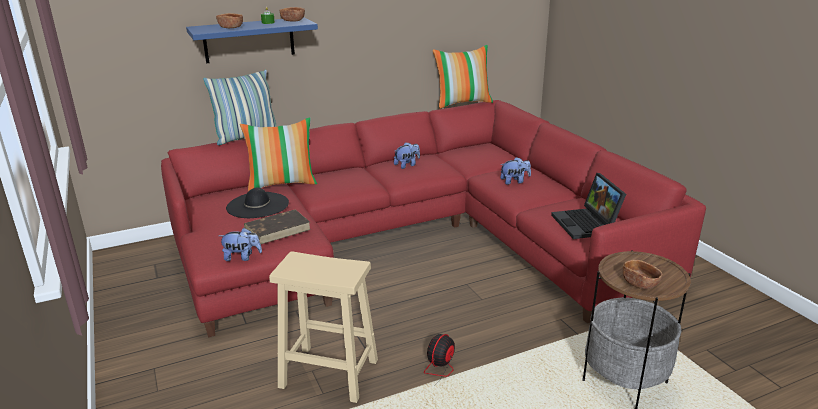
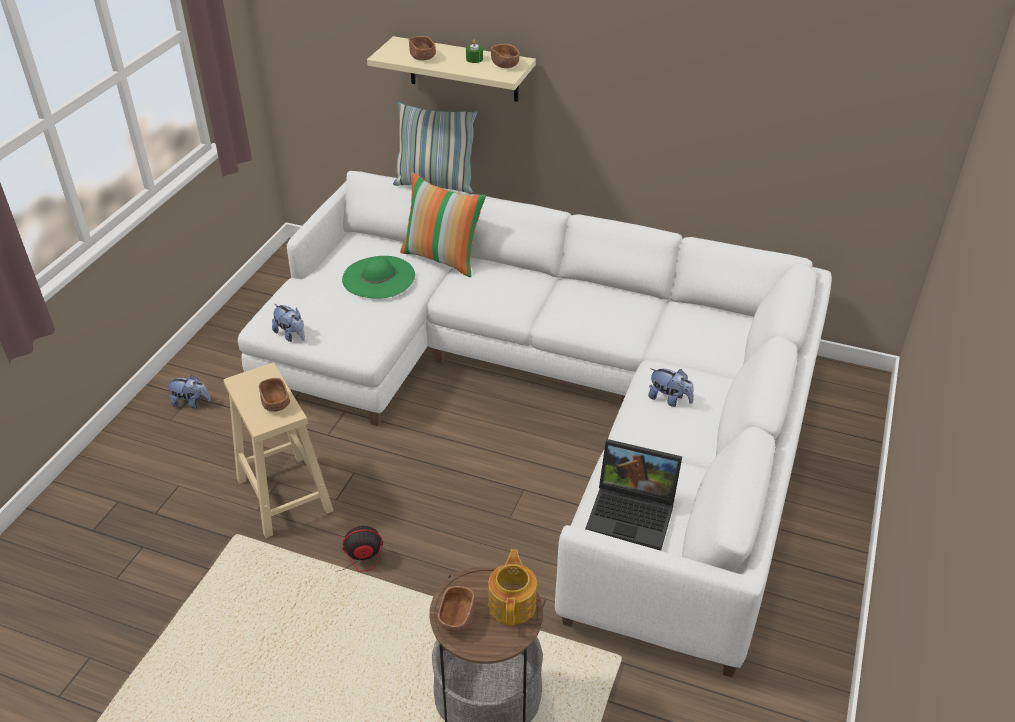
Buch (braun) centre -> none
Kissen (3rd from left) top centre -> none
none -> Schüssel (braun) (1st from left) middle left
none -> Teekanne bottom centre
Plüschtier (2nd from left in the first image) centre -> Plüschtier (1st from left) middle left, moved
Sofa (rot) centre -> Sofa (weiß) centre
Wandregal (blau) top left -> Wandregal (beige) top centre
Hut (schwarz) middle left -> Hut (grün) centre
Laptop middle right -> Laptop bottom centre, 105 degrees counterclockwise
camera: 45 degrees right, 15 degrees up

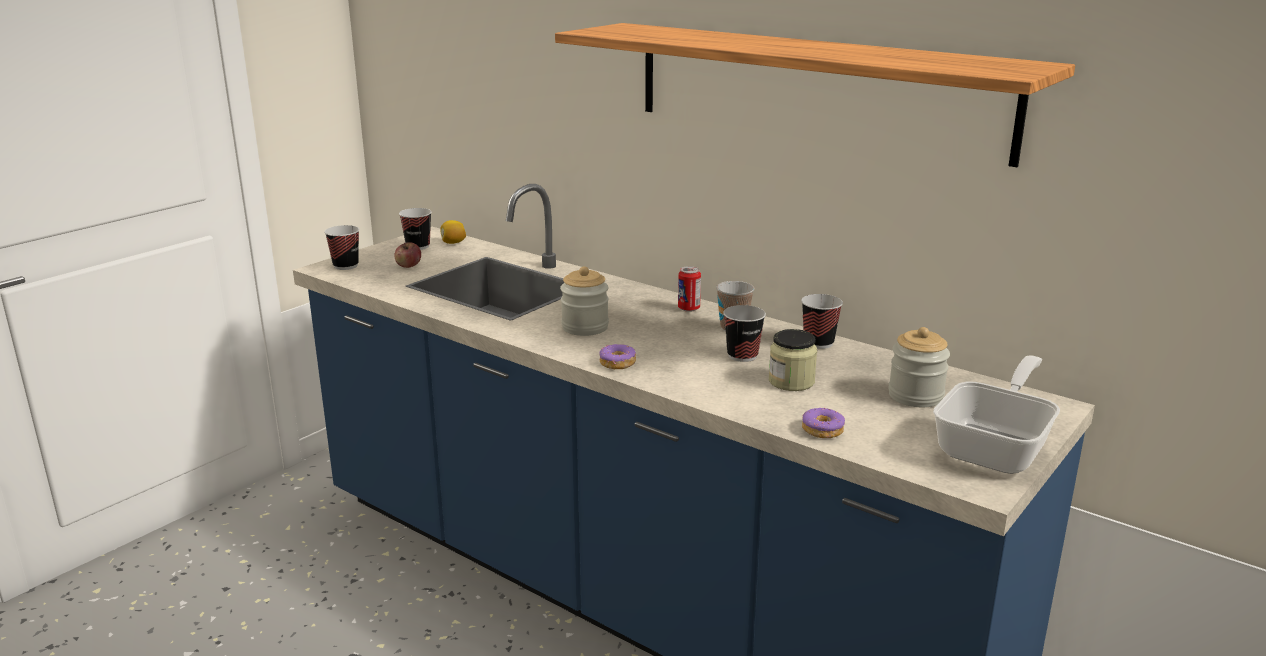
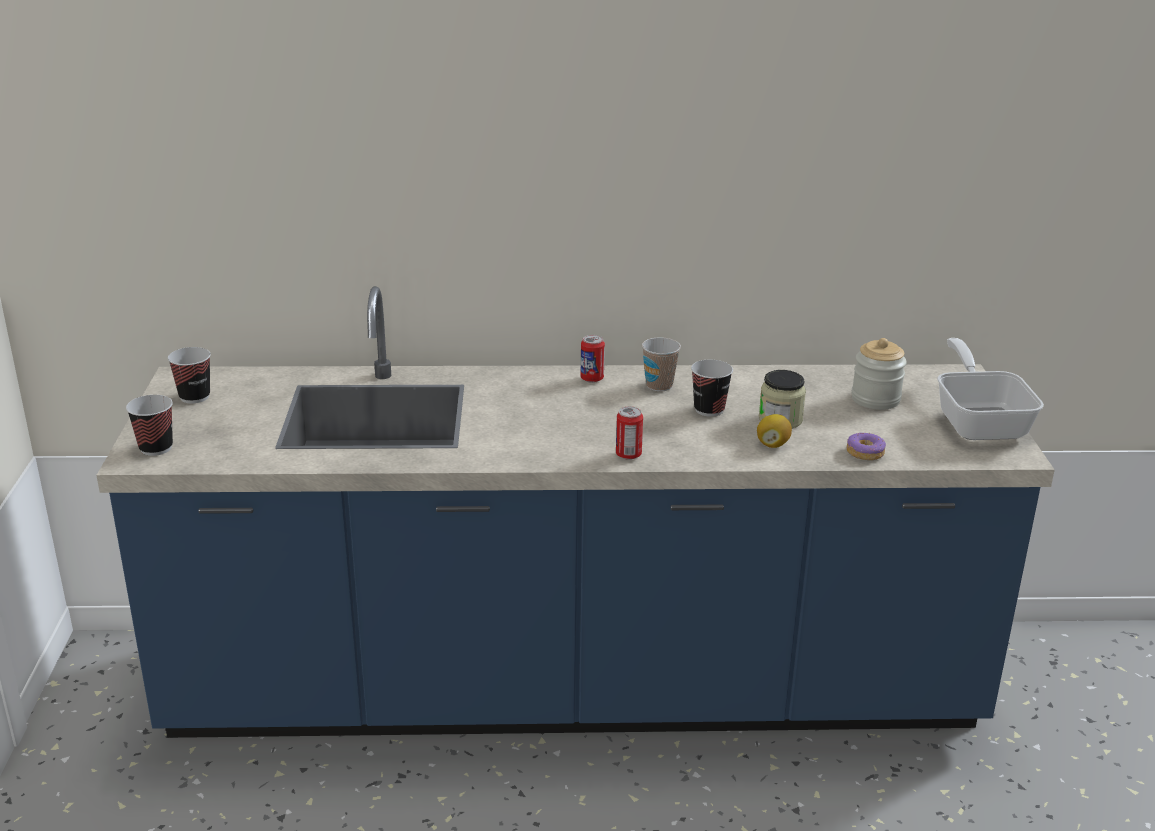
Apfel middle left -> none
Wandregal top centre -> none
Vorratsglas (1st from left) centre -> none
Tasse (5th from left) centre -> none
Zitrone centre -> Zitrone middle right, moved
Donut (1st from left) centre -> Dose (2nd from left) centre
camera: 40 degrees left, 5 degrees up

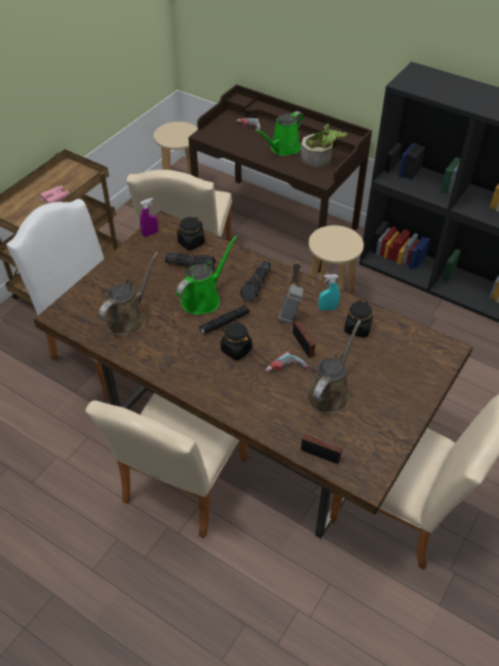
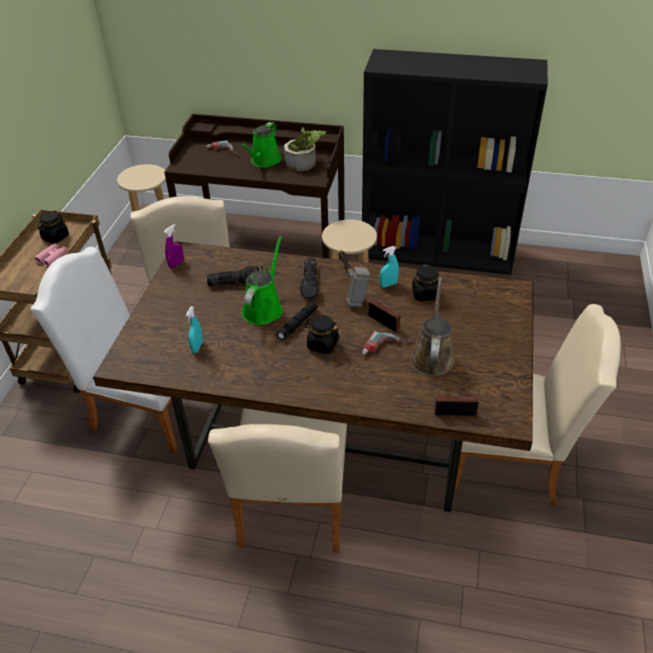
Vorratsglas (schwarz) (1st from left) centre -> Vorratsglas (schwarz) (1st from left) middle left, moved
Gießkanne (braun) (1st from left) middle left -> Sprühflasche (türkis) (1st from left) middle left
camera: 20 degrees left, 5 degrees down

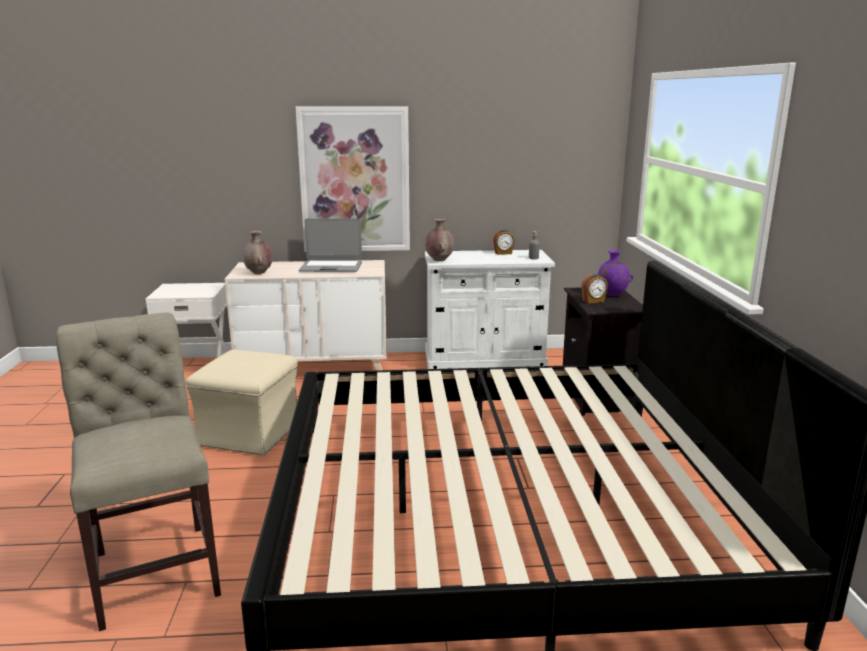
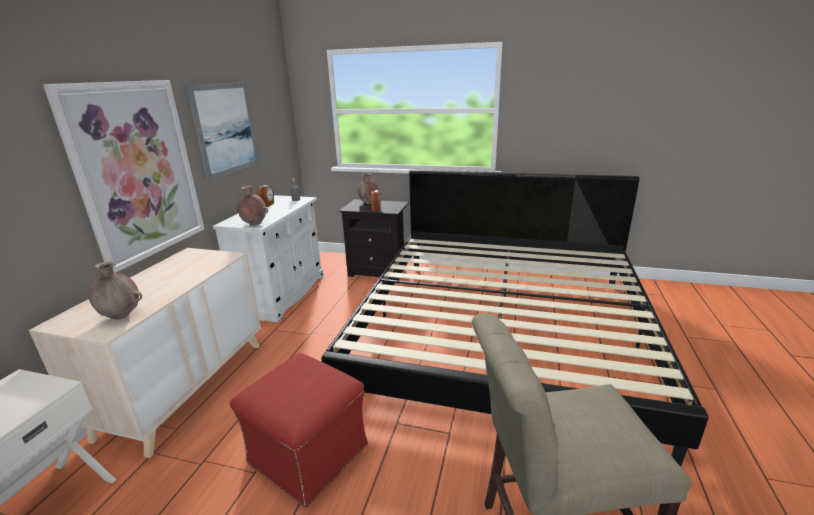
Laptop centre -> none
none -> Bild (2nd from left) top left
Polsterhocker (beige) middle left -> Polsterhocker (rot) bottom centre
Vase (lila) middle right -> Vase (braun) (3rd from left) centre
camera: 70 degrees left, 5 degrees up

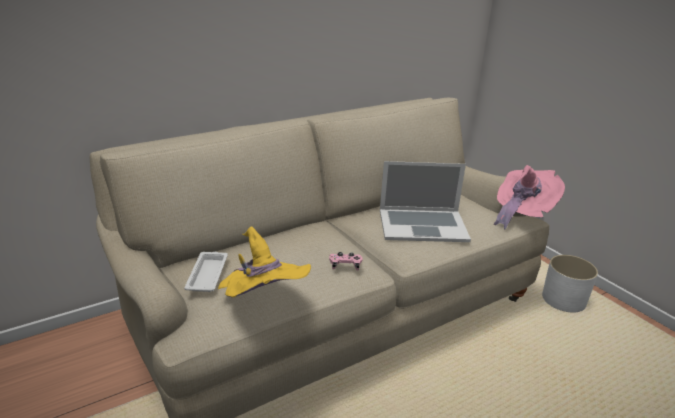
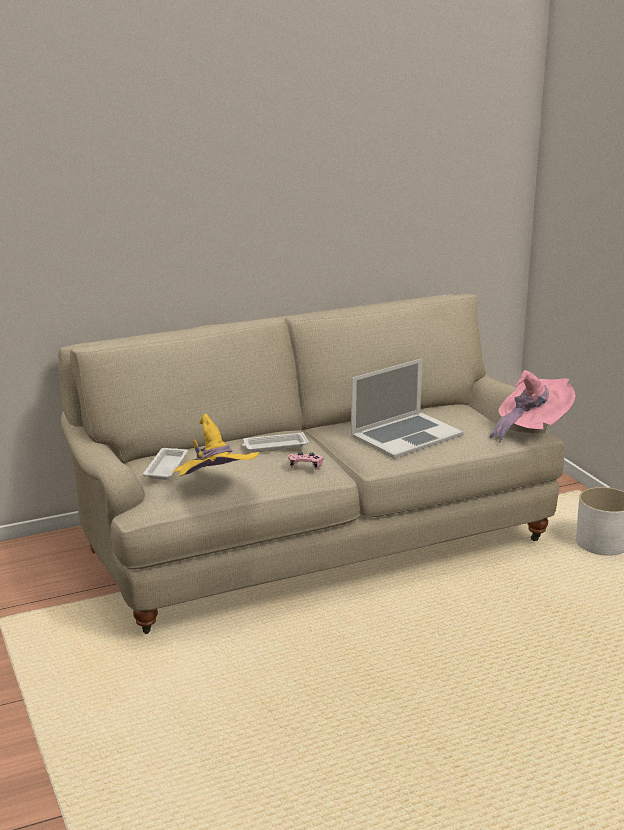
none -> Tablett (weiß) (2nd from left) centre
Laptop centre, 45 degrees counterclockwise
camera: 10 degrees right, 5 degrees down

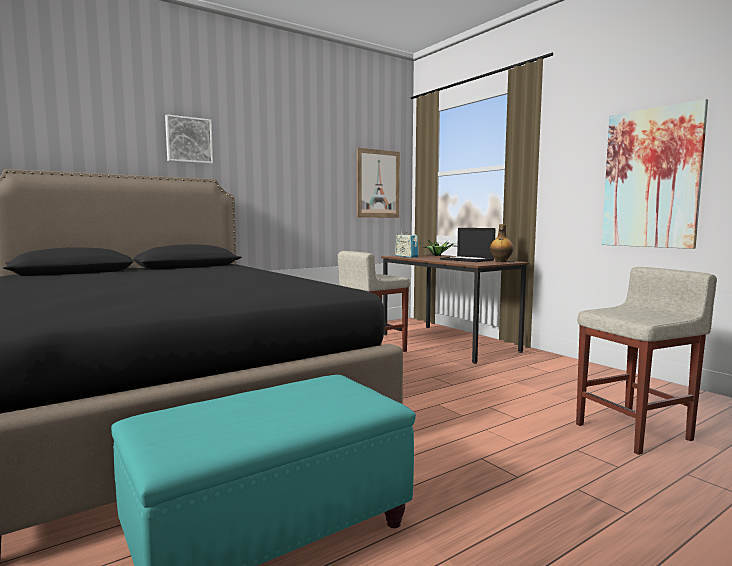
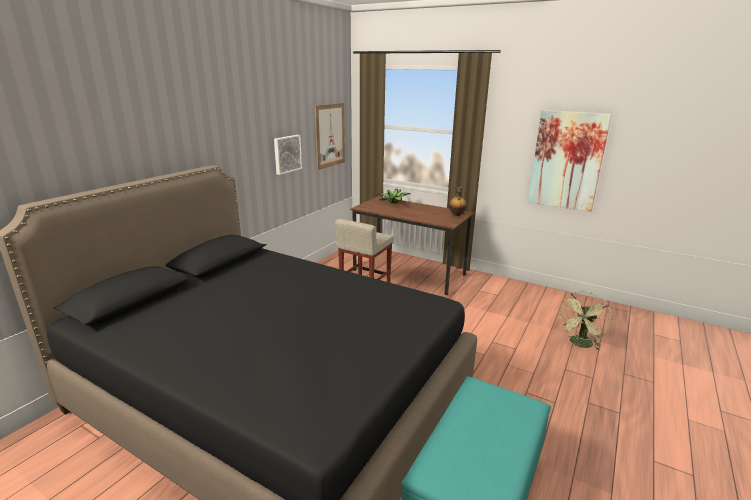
Radio centre -> none
Laptop centre -> none
Bild (1st from left) top left -> Bild (1st from left) top centre, moved
Hocker (beige) (2nd from left) middle right -> Ventilator (grün) middle right
camera: 25 degrees left, 15 degrees up

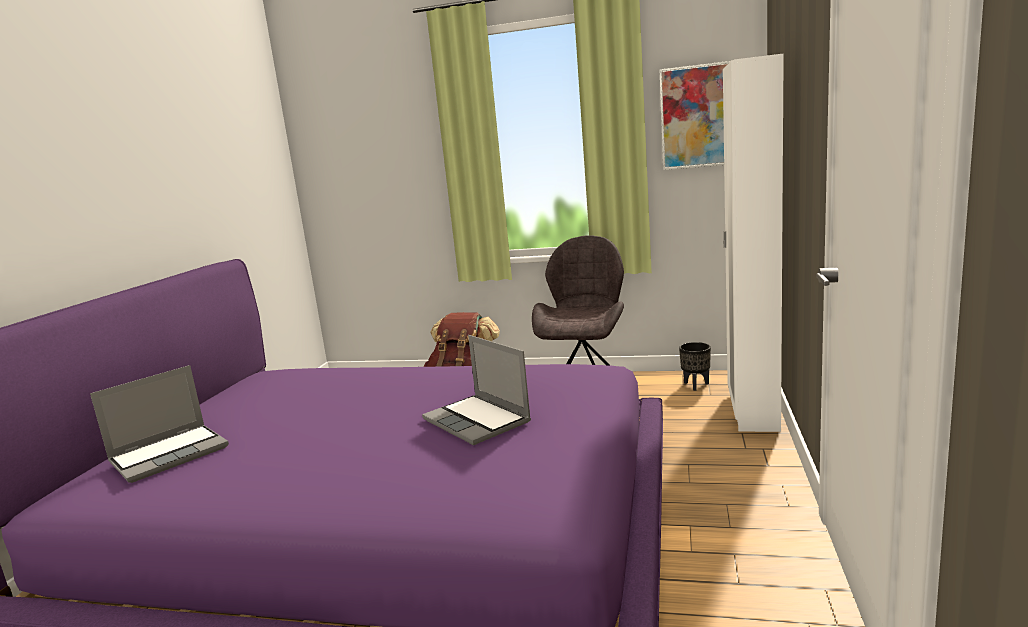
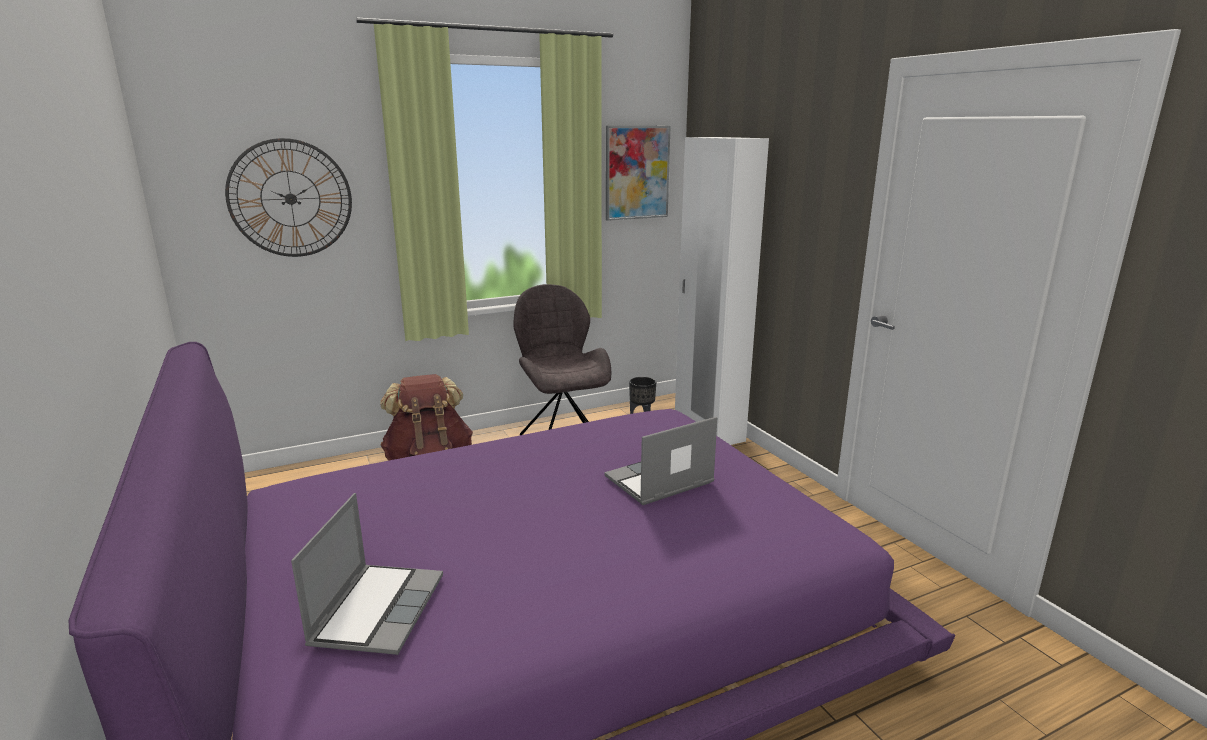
none -> Wanduhr top left
Laptop (2nd from left) centre, 135 degrees clockwise
camera: 40 degrees left, 5 degrees up

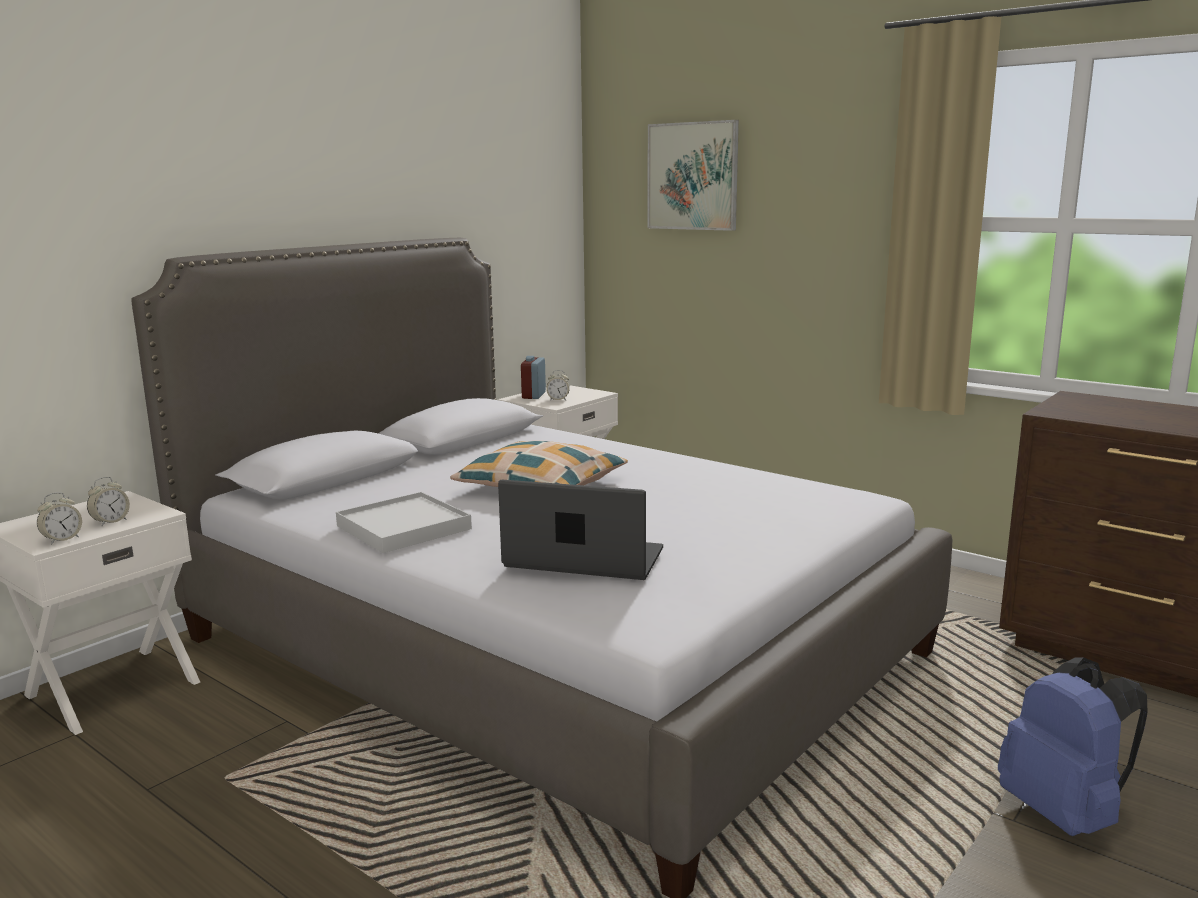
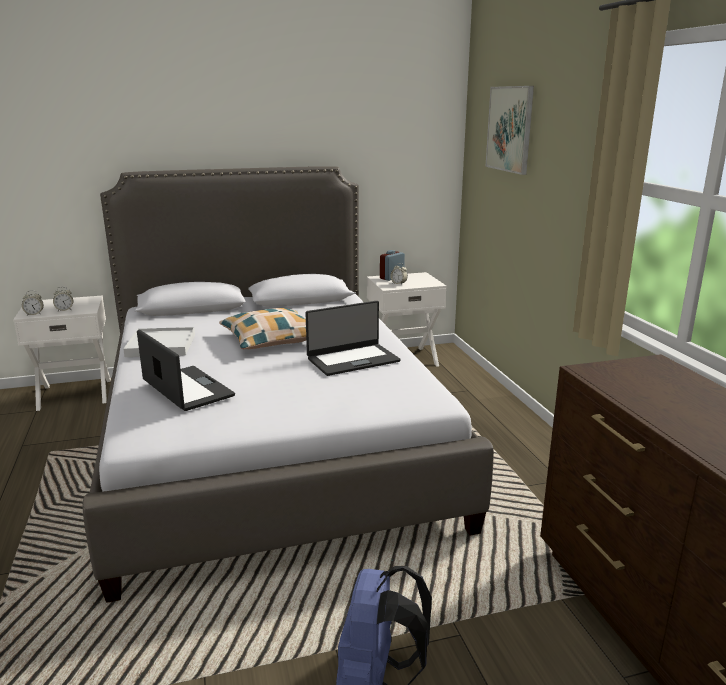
none -> Laptop (2nd from left) centre
camera: 35 degrees right, 5 degrees up

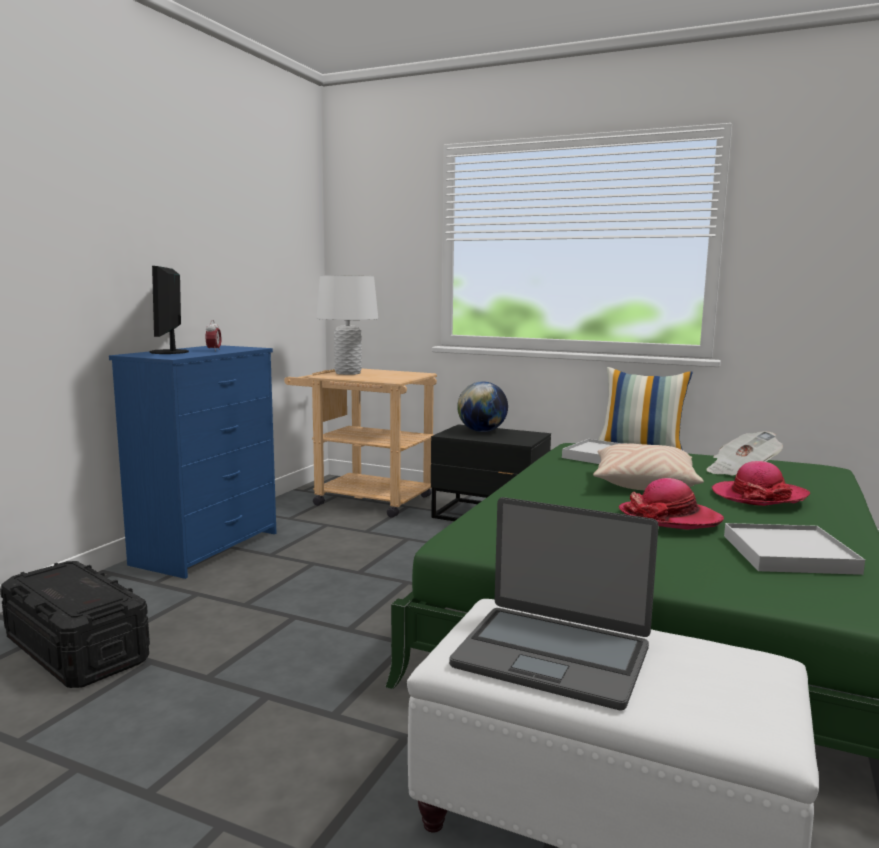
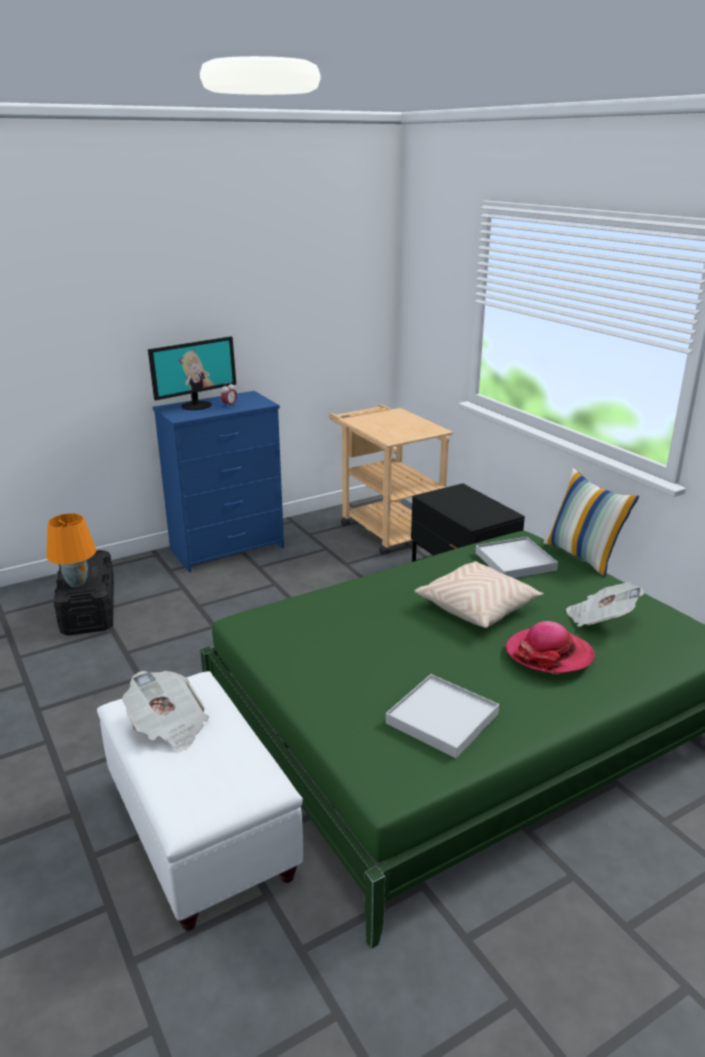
Tischlampe (weiß) centre -> none
Globus centre -> none
Hut (1st from left) middle right -> none
none -> Tischlampe (orange) middle left
Laptop bottom centre -> Zeitung (1st from left) bottom left
Monitor middle left, 150 degrees counterclockwise
camera: 35 degrees right, 15 degrees up

